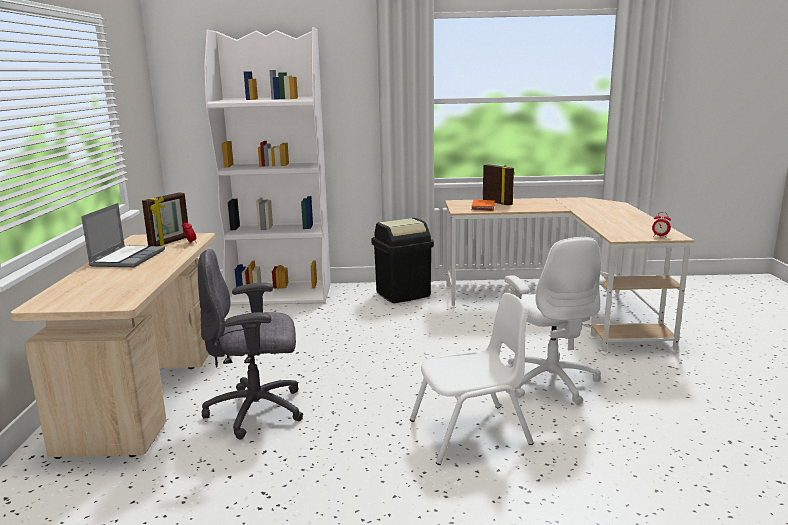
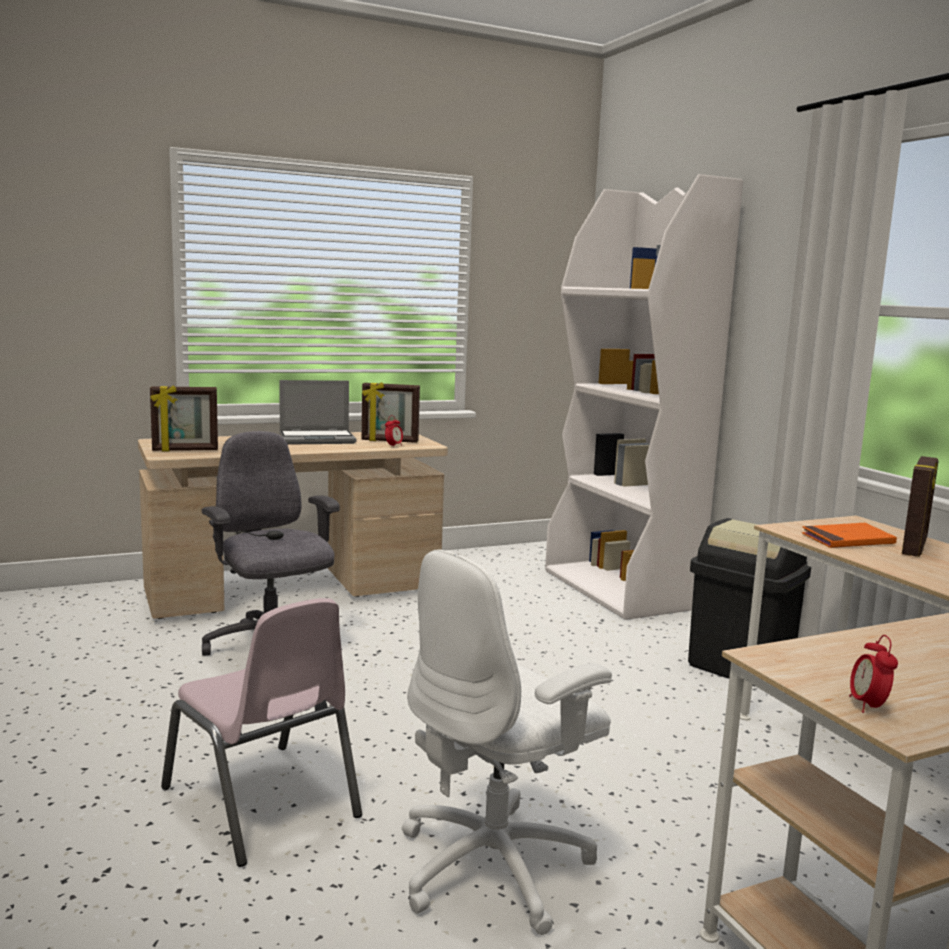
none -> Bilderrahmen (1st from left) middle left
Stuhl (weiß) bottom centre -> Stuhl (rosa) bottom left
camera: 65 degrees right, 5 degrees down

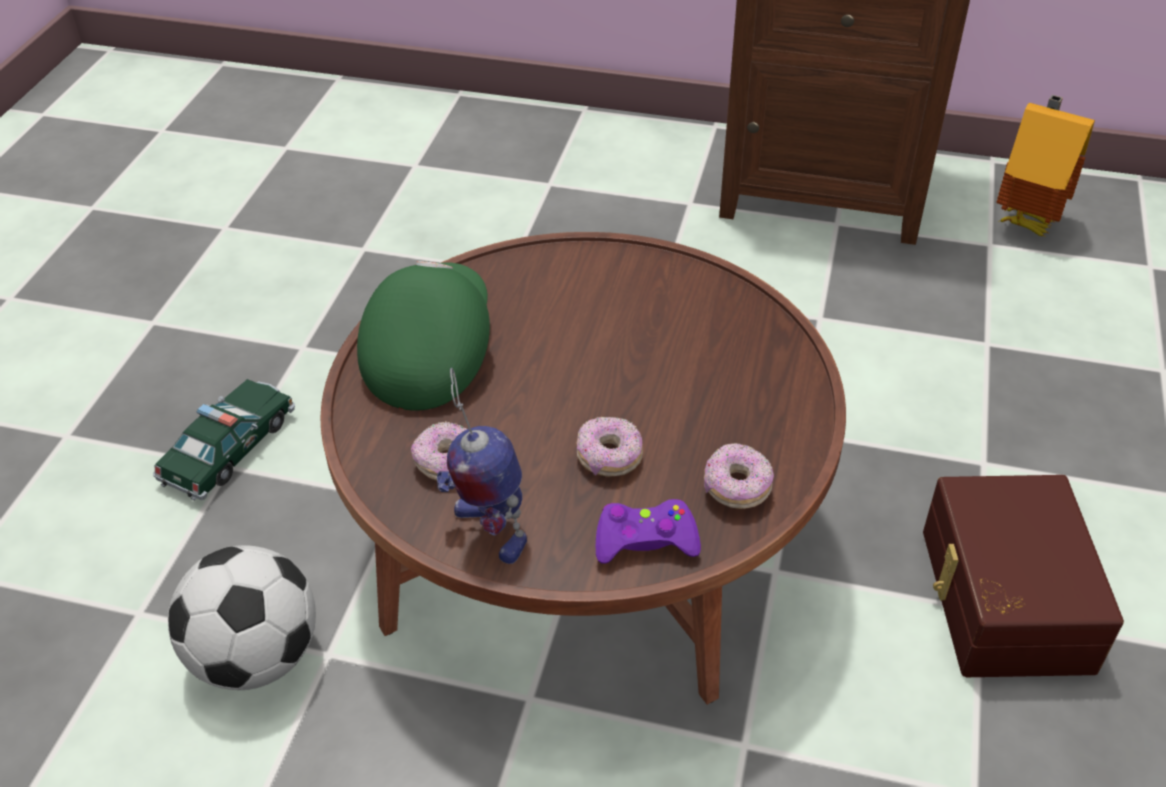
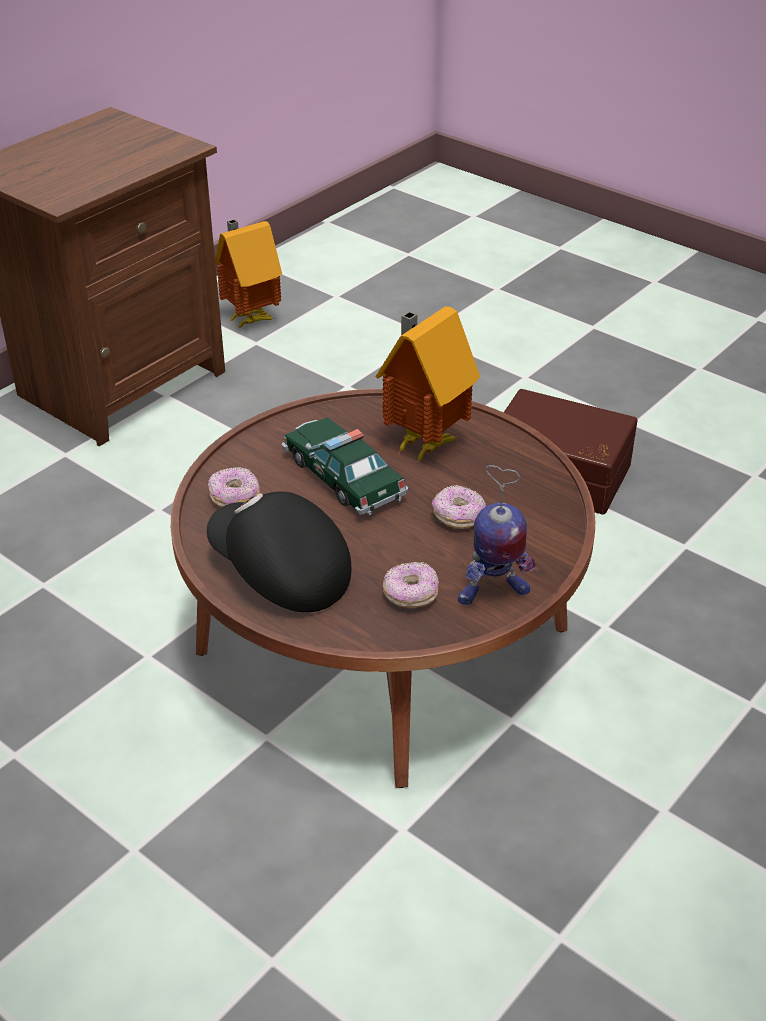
Fußball bottom left -> none
Gamepad (lila) bottom centre -> none
none -> Spielzeughaus (2nd from left) centre
Spielzeugauto middle left -> Spielzeugauto centre, moved
Donut (3rd from left in the first image) centre -> Donut (1st from left) middle left, moved
Kappe (grün) centre -> Kappe (schwarz) centre
camera: 65 degrees left, 5 degrees down

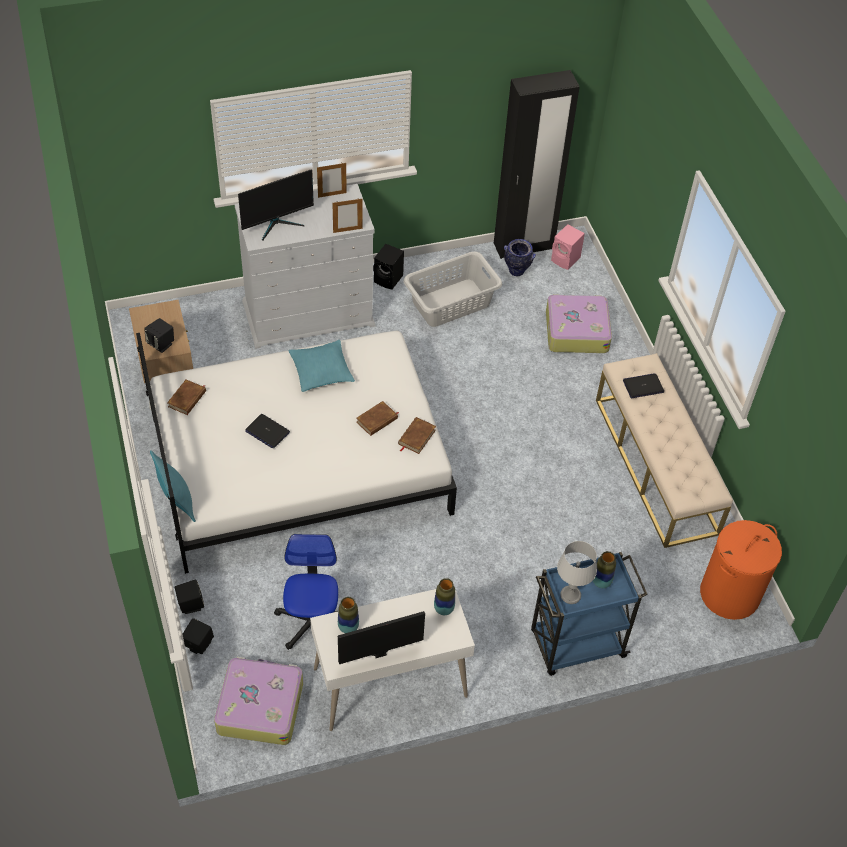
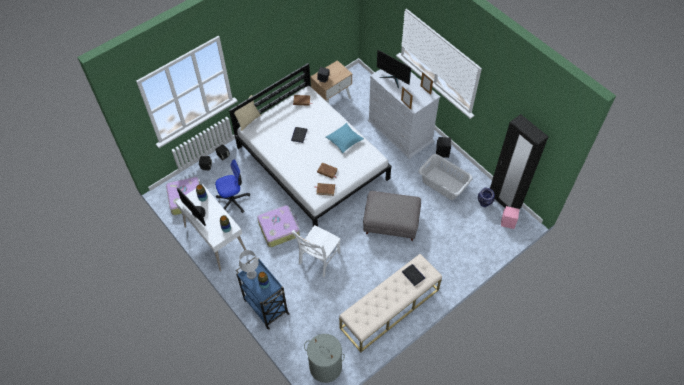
none -> Stuhl (weiß) centre
none -> Polsterhocker (grau) centre
Koffer (2nd from left) middle right -> Koffer (2nd from left) centre, moved
Kissen (türkis) (1st from left) middle left -> Kissen (beige) top centre
Wäschekorb (orange) bottom right -> Wäschekorb (grau) (1st from left) bottom centre
camera: 70 degrees right, 5 degrees up

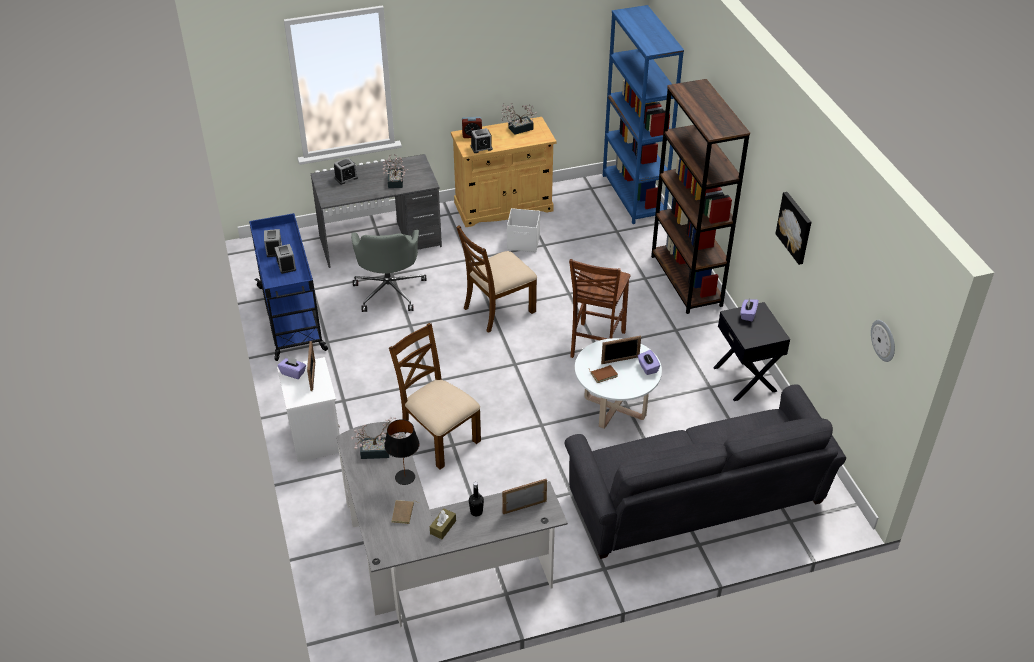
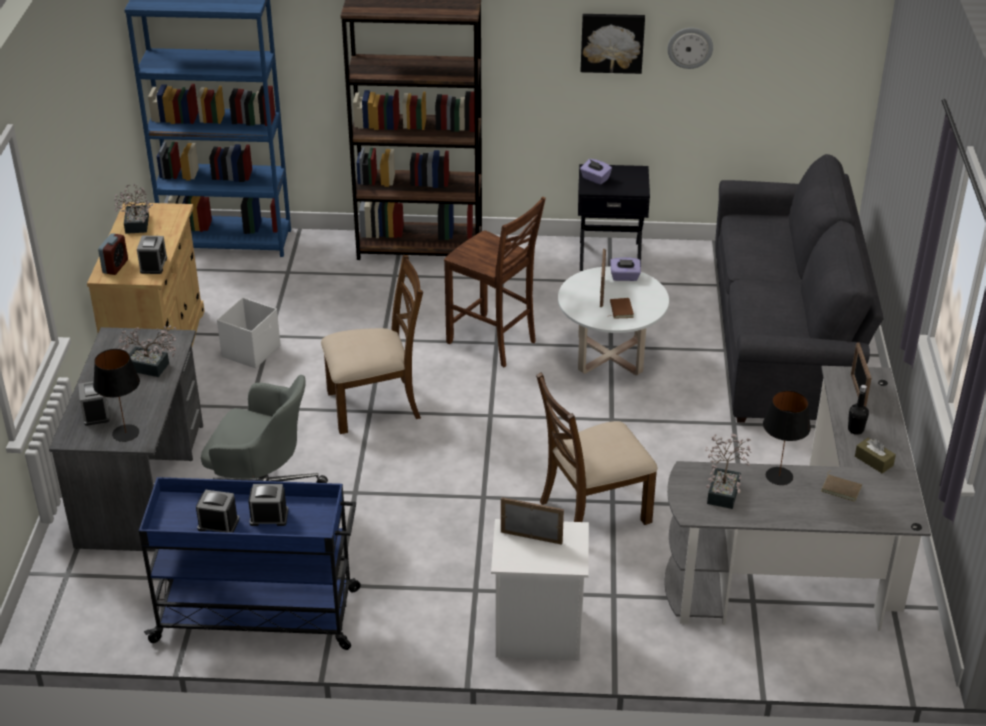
Taschentuchbox (lila) (1st from left) middle left -> none
none -> Tischlampe (schwarz) (1st from left) middle left
Wanduhr middle right -> Wanduhr top right, moved
Stuhl (braun) (2nd from left in the first image) centre -> Stuhl (braun) (1st from left) centre, 90 degrees counterclockwise
camera: 70 degrees left, 5 degrees down

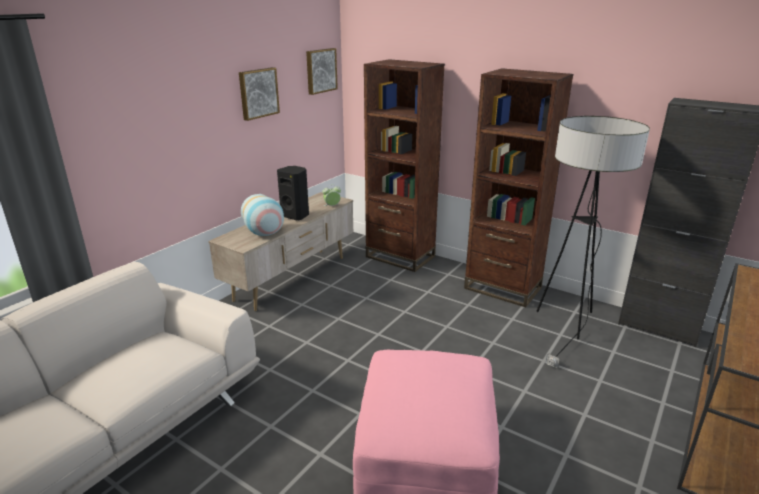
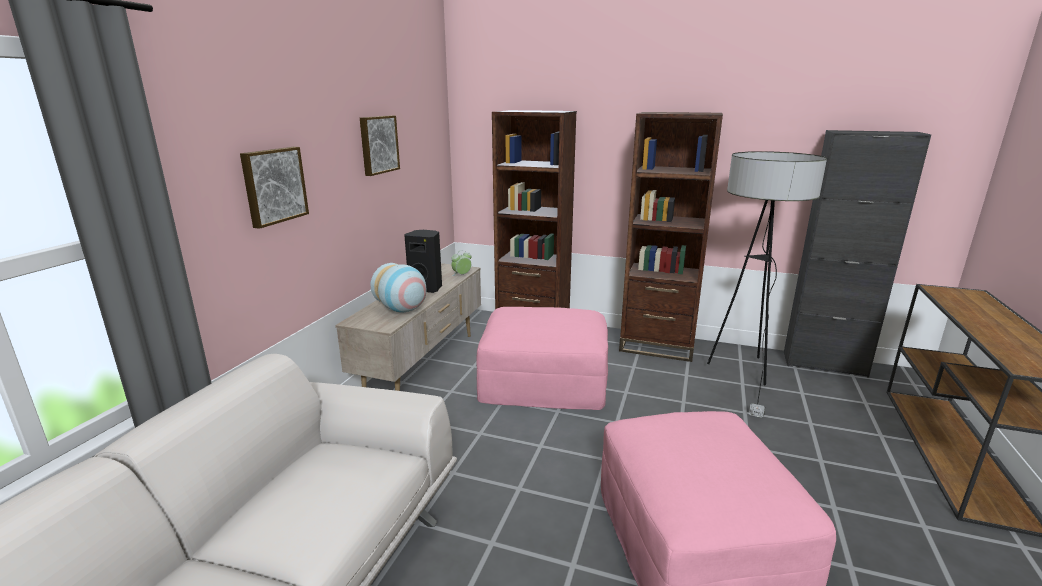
none -> Polsterhocker (rosa) (1st from left) centre
Bild (2nd from left in the first image) top centre -> Bild (1st from left) top left, moved
camera: 15 degrees left, 5 degrees down

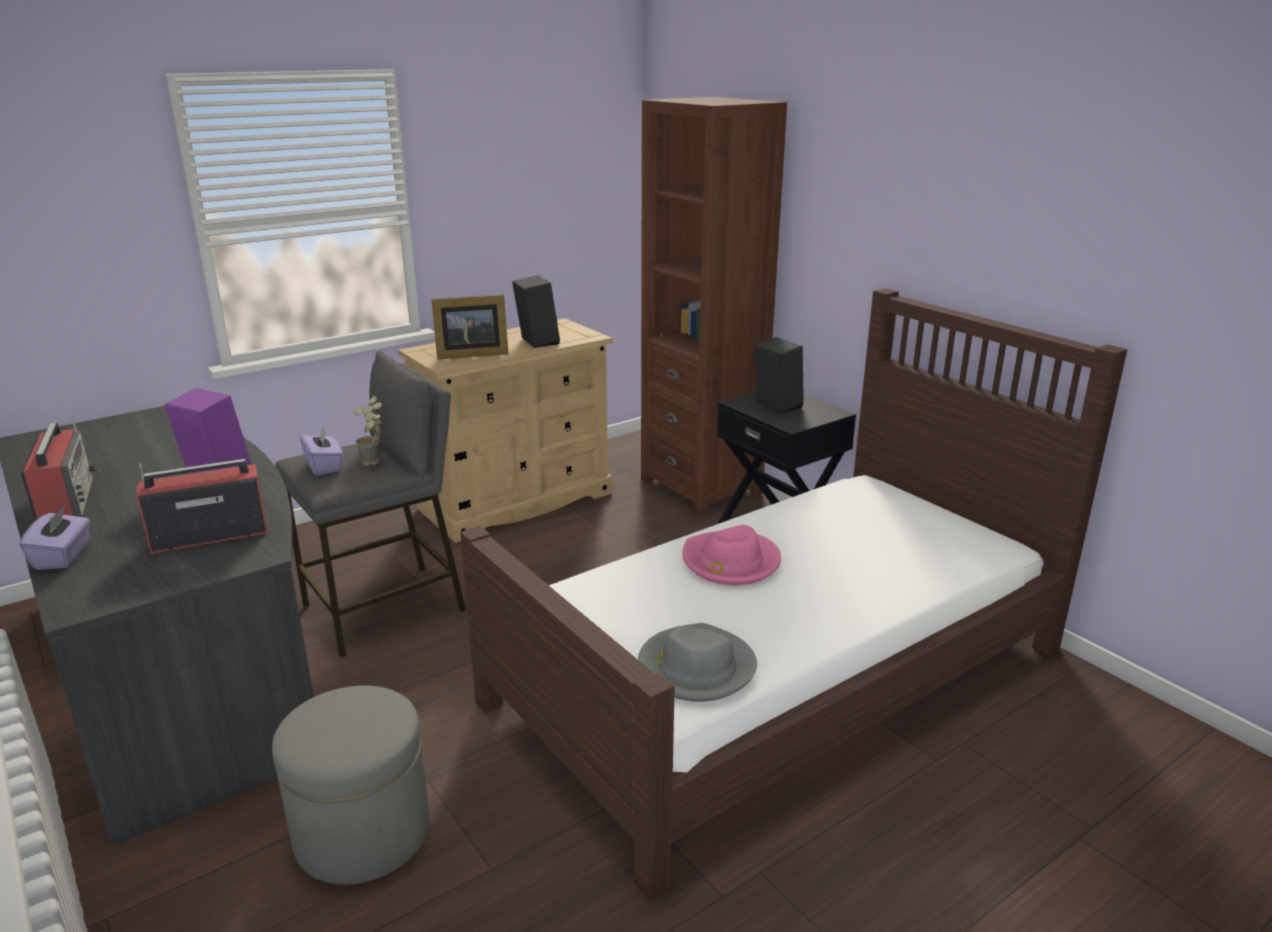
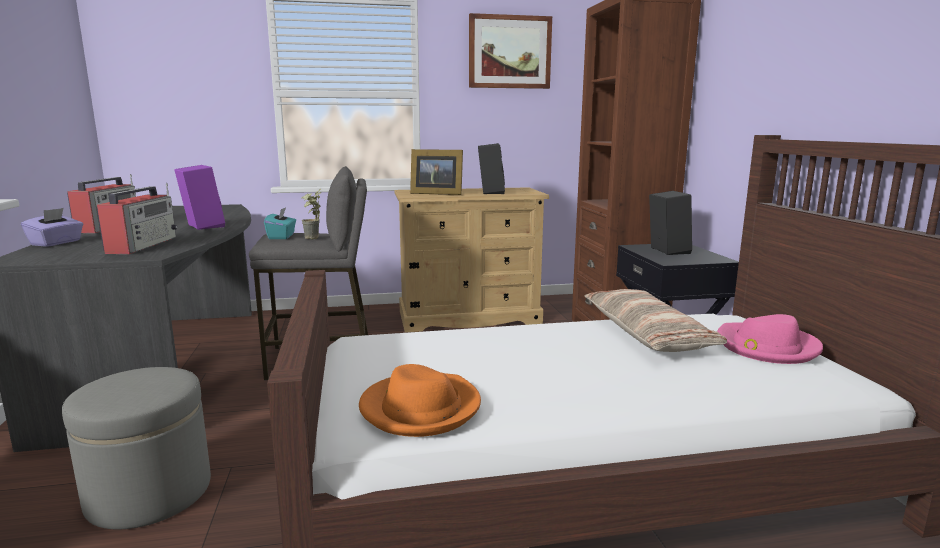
none -> Bild top centre
none -> Kissen middle right
Hut (rosa) centre -> Hut (rosa) middle right, moved
Taschentuchbox (lila) (2nd from left) middle left -> Taschentuchbox (türkis) middle left
Hut (grau) bottom centre -> Hut (orange) bottom centre
Radio (2nd from left) middle left, 90 degrees clockwise
camera: 25 degrees right, 10 degrees down

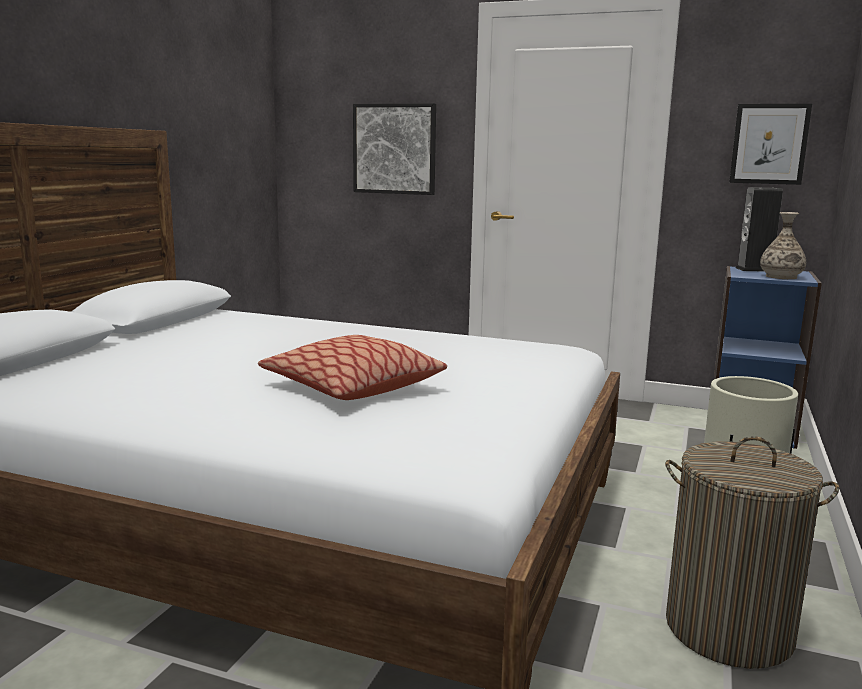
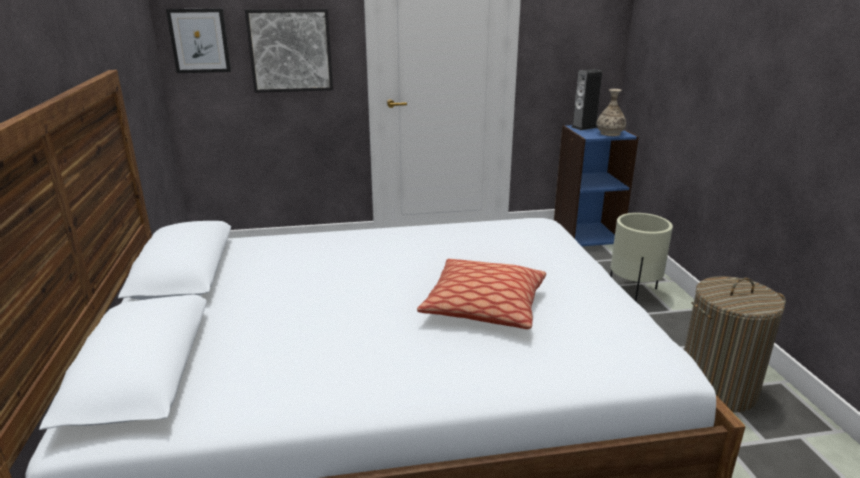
Bild (2nd from left in the first image) top right -> Bild (1st from left) top left, moved
camera: 30 degrees left, 10 degrees up

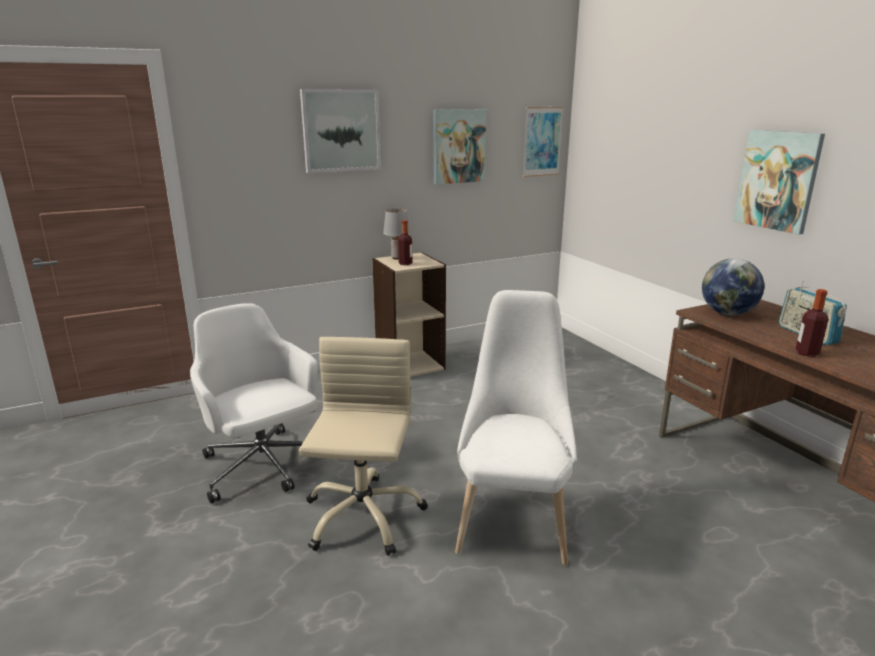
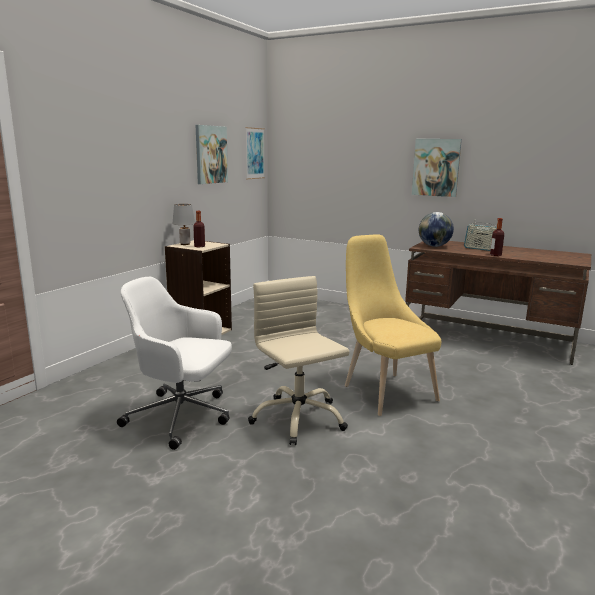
Bild (1st from left) top centre -> none
Stuhl (weiß) centre -> Stuhl (gelb) centre
camera: 35 degrees left, 5 degrees down

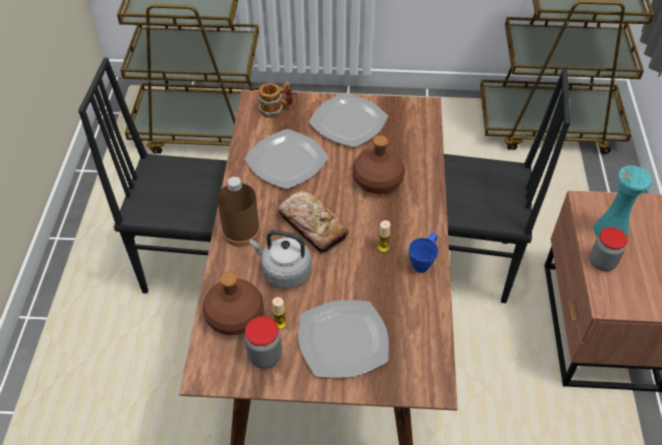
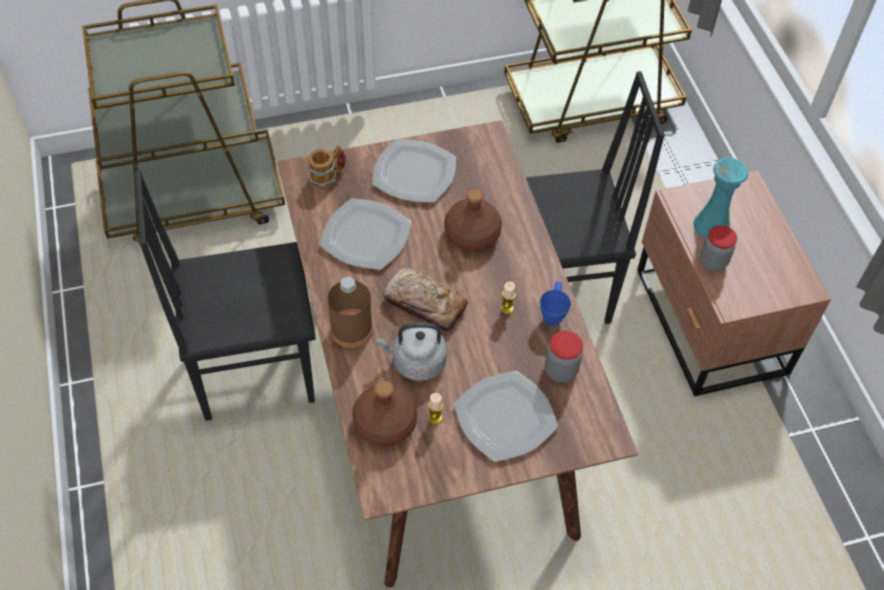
Vorratsglas (1st from left) bottom centre -> Vorratsglas (1st from left) centre, moved
camera: 20 degrees left, 5 degrees up

